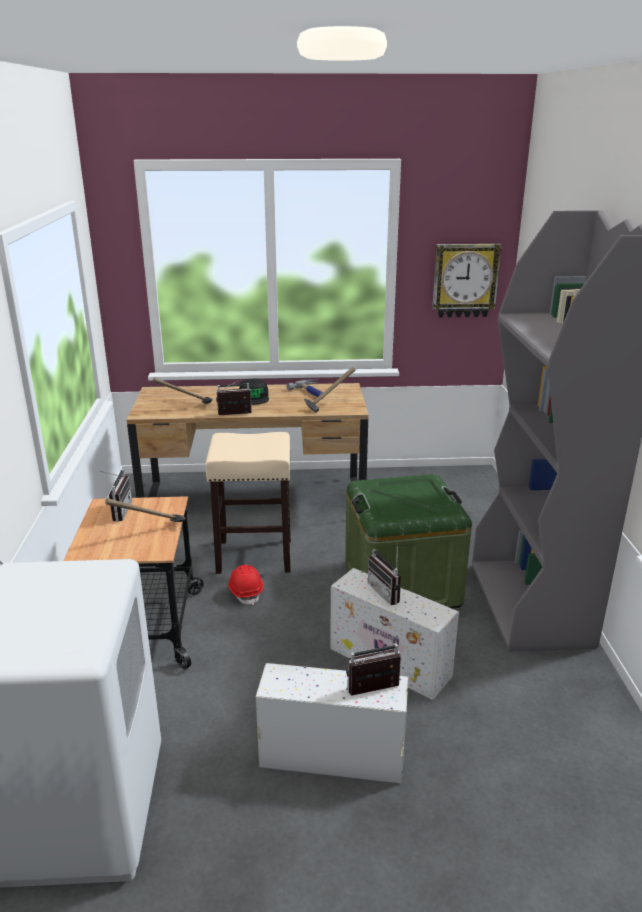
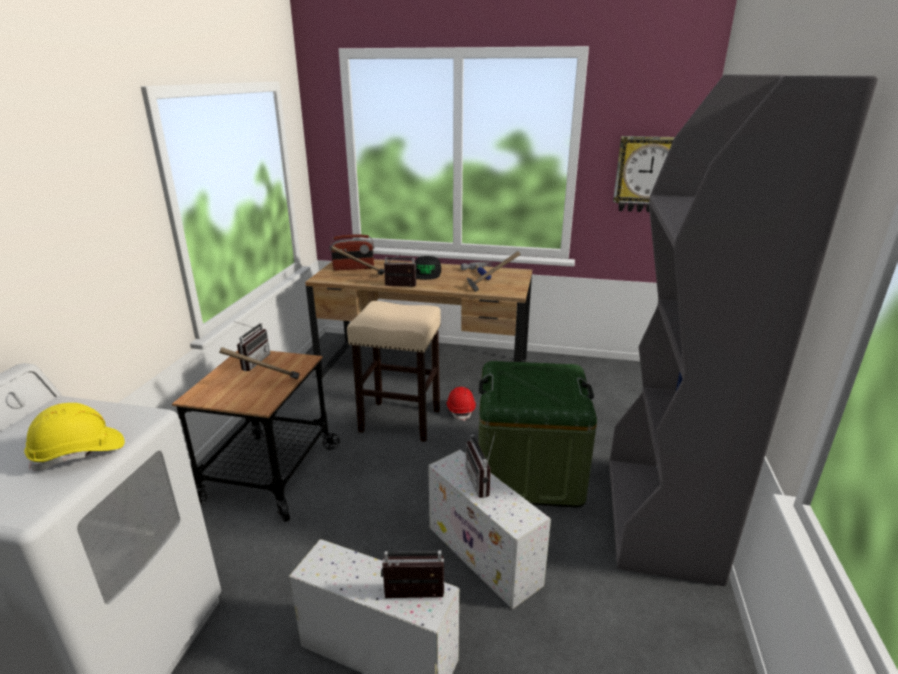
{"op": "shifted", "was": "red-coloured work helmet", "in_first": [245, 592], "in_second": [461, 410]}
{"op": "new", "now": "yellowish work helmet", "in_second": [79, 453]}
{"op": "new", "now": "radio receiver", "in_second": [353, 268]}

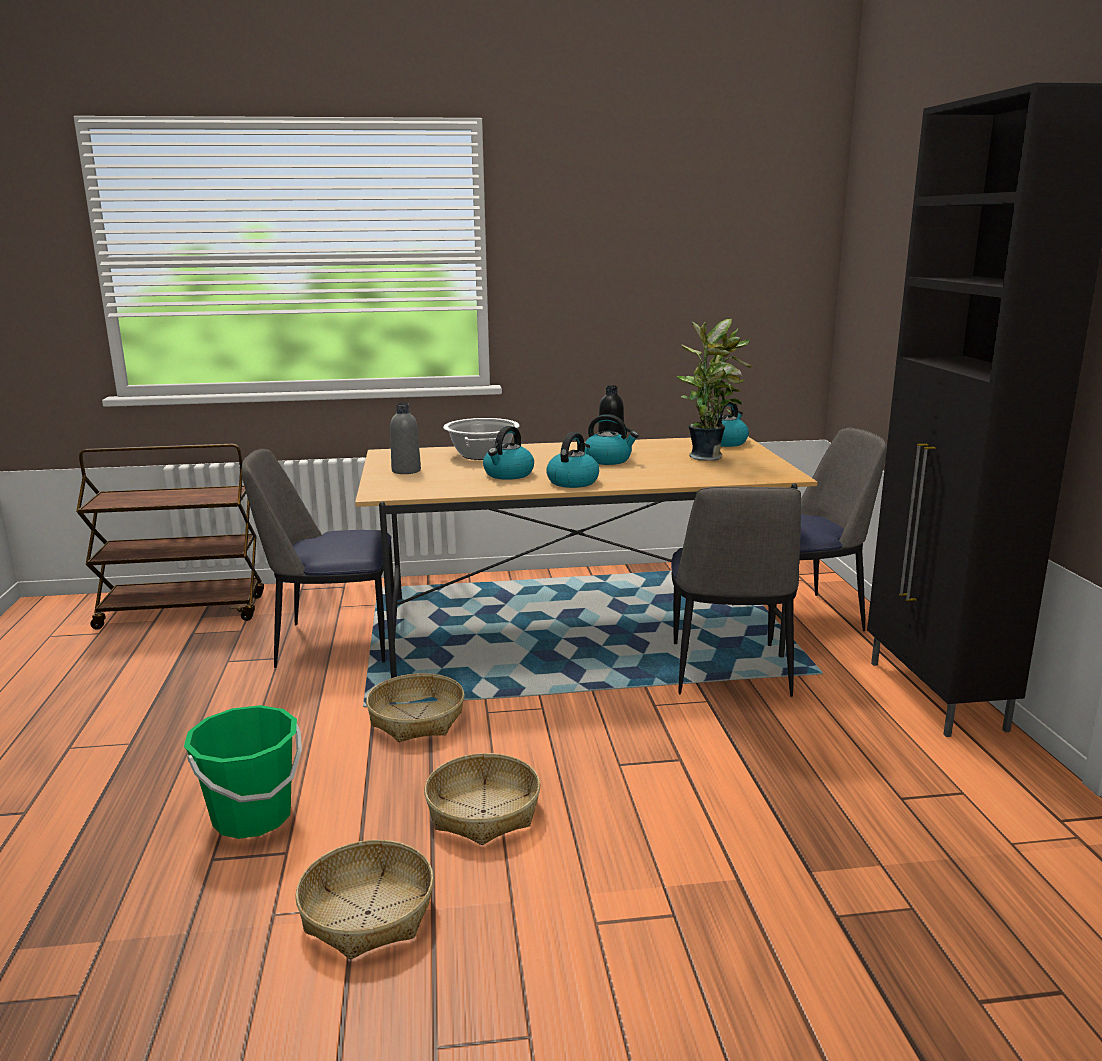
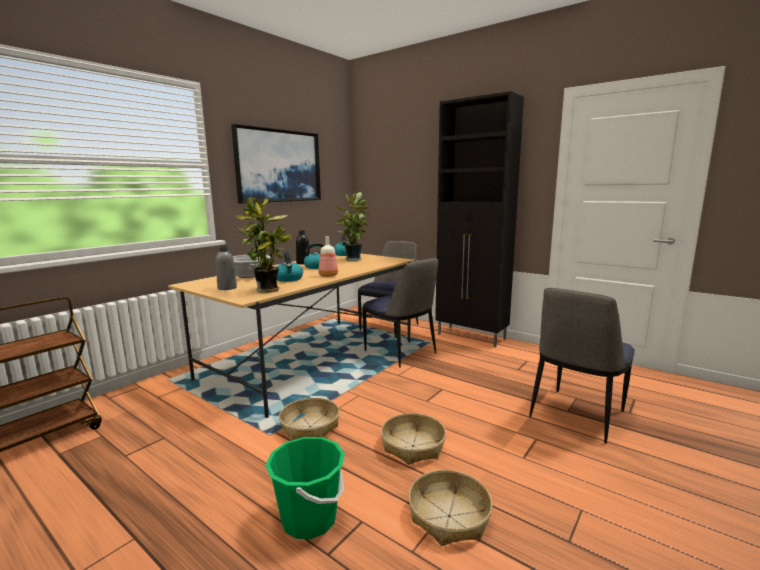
{"op": "shifted", "was": "plain chair", "in_first": [332, 644], "in_second": [576, 415]}
{"op": "swapped", "was": "water kettle", "now": "bottle", "in_first": [573, 482], "in_second": [328, 276]}
{"op": "new", "now": "wall picture", "in_second": [278, 166]}
{"op": "new", "now": "houseplant", "in_second": [268, 290]}

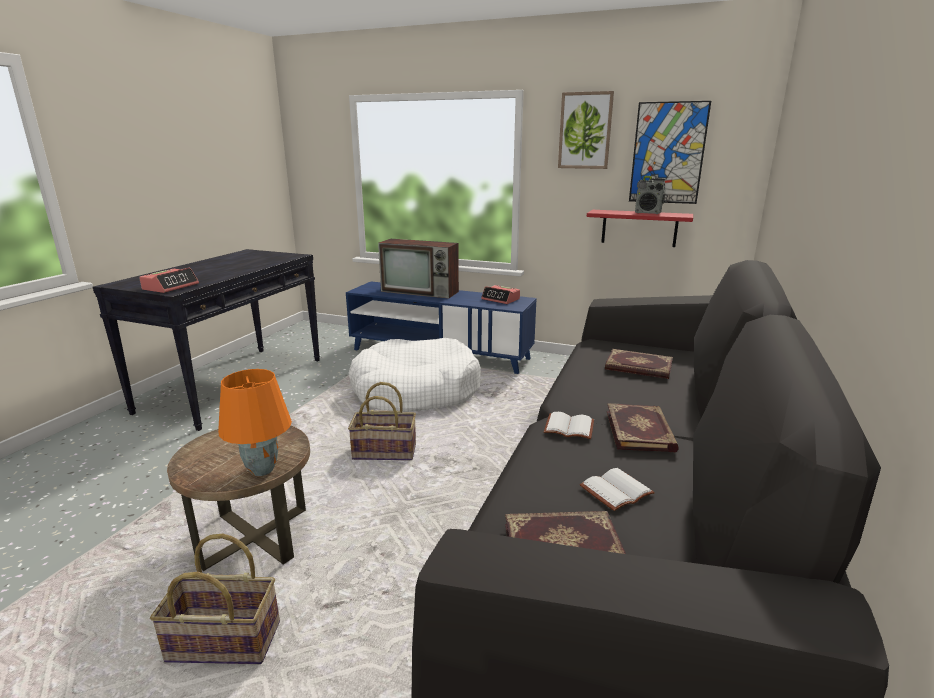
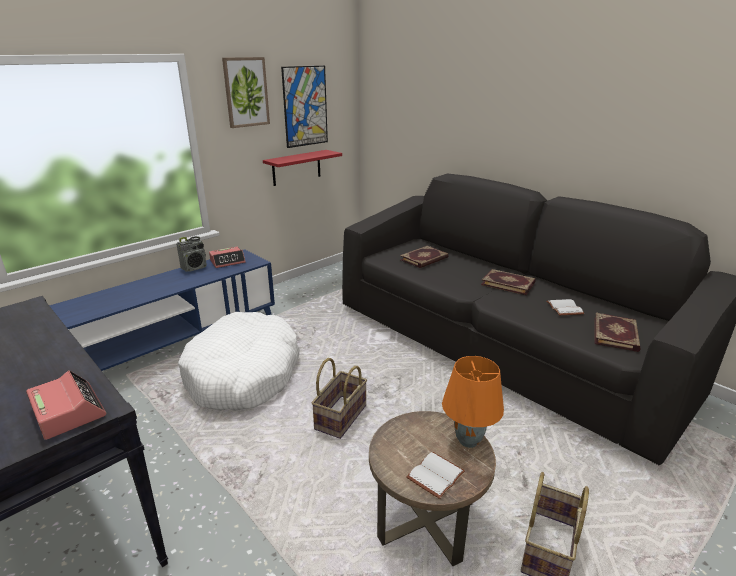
{"op": "gone", "was": "TV set", "in_first": [421, 291]}
{"op": "shifted", "was": "white-coloured volume", "in_first": [570, 427], "in_second": [434, 474]}
{"op": "shifted", "was": "radio receiver", "in_first": [648, 213], "in_second": [194, 268]}

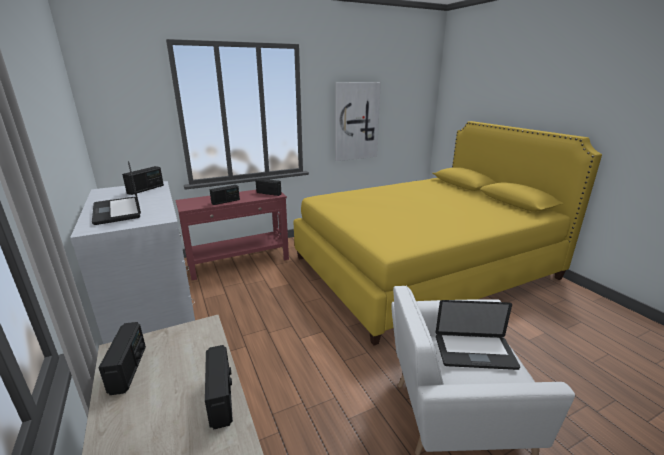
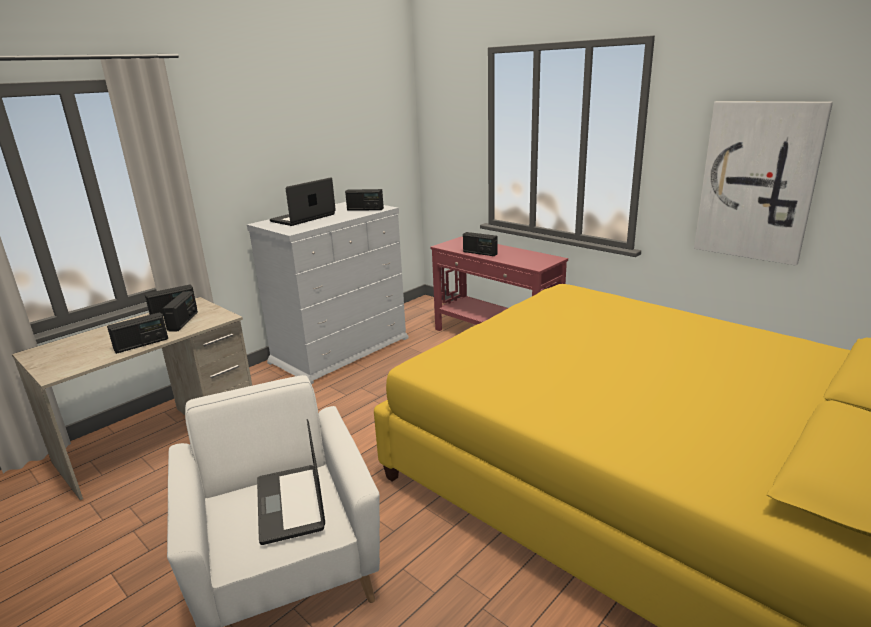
{"op": "shifted", "was": "radio receiver", "in_first": [269, 193], "in_second": [183, 322]}

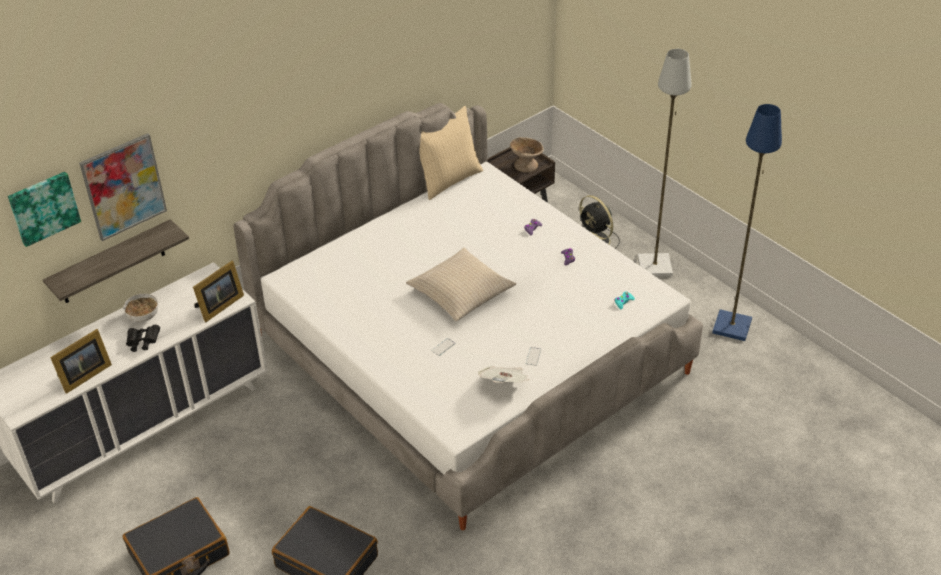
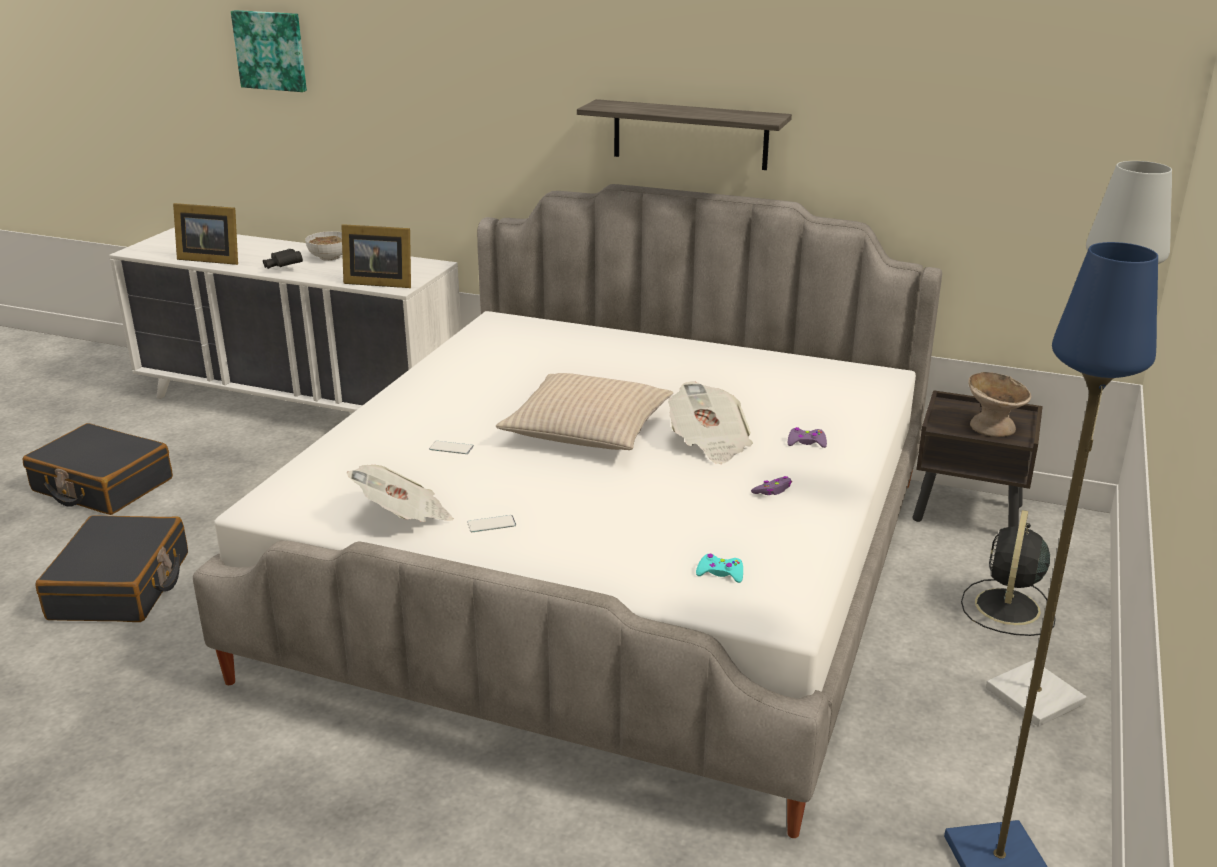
{"op": "shifted", "was": "wall shelf", "in_first": [112, 263], "in_second": [690, 134]}
{"op": "gone", "was": "wall picture", "in_first": [123, 186]}
{"op": "gone", "was": "sand-coloured cushion", "in_first": [448, 180]}
{"op": "new", "now": "newspaper", "in_second": [709, 443]}

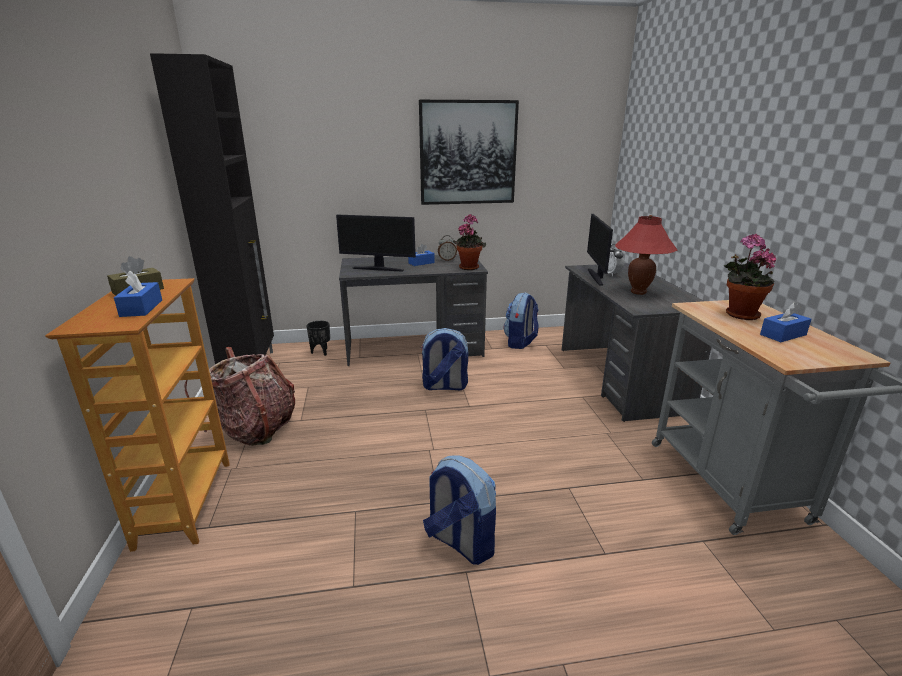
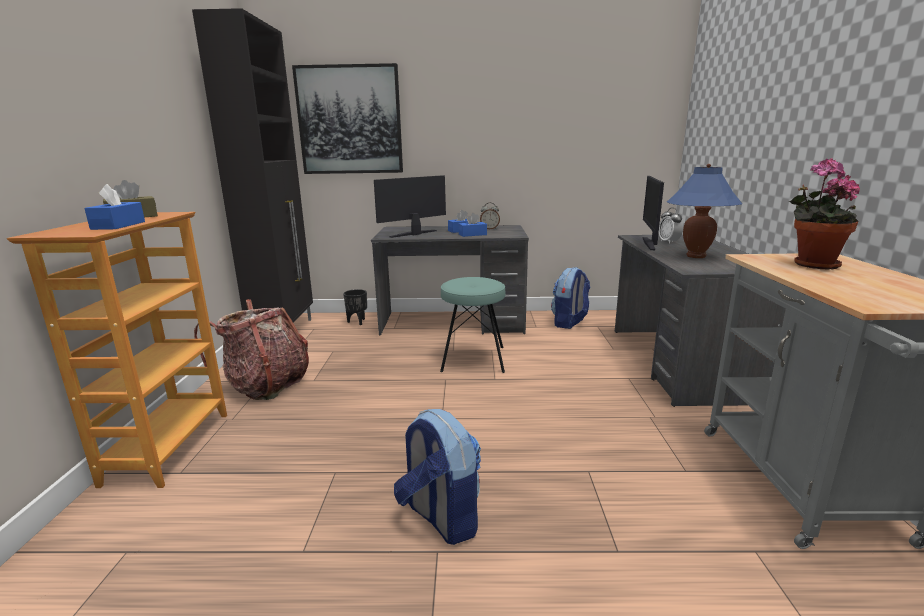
{"op": "rotated", "was": "monitor", "in_first": [378, 269], "in_second": [414, 234], "clockwise": 120}
{"op": "shifted", "was": "wall picture", "in_first": [468, 153], "in_second": [350, 120]}
{"op": "swapped", "was": "rucksack", "now": "turquoise stool seat", "in_first": [444, 386], "in_second": [473, 359]}
{"op": "gone", "was": "houseplant", "in_first": [469, 267]}
{"op": "repainted", "was": "red-coloured tabletop lamp", "now": "blue tabletop lamp", "in_first": [638, 292], "in_second": [695, 256]}
{"op": "shifted", "was": "blue tissue box", "in_first": [783, 335], "in_second": [472, 234]}

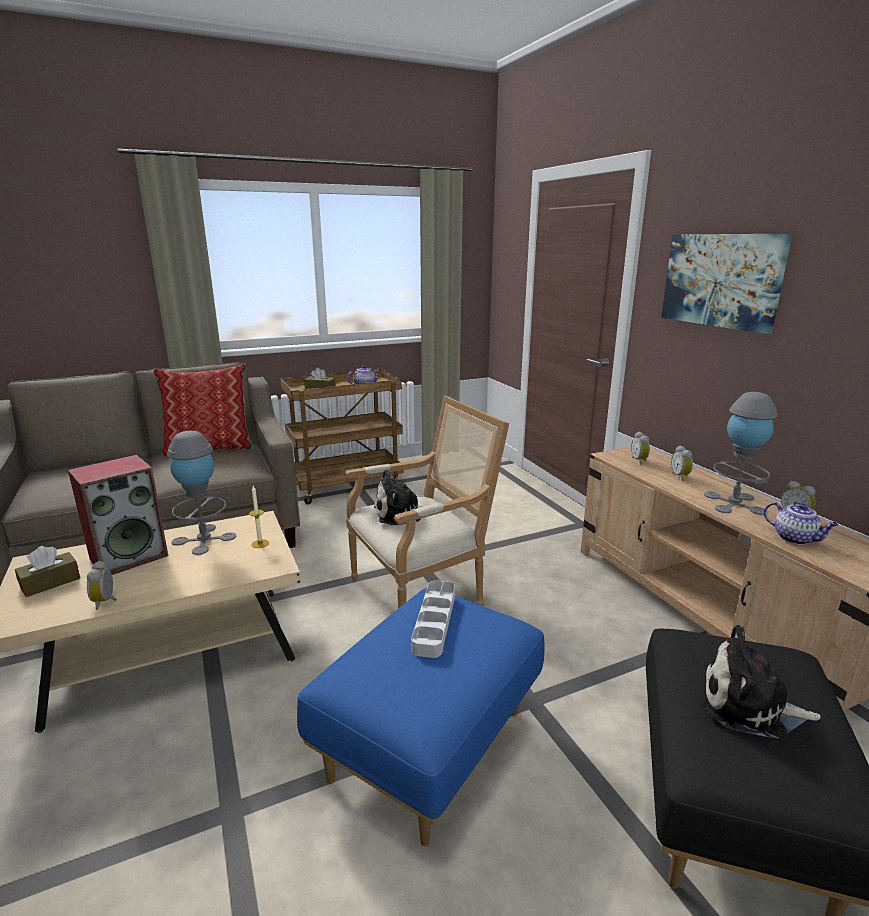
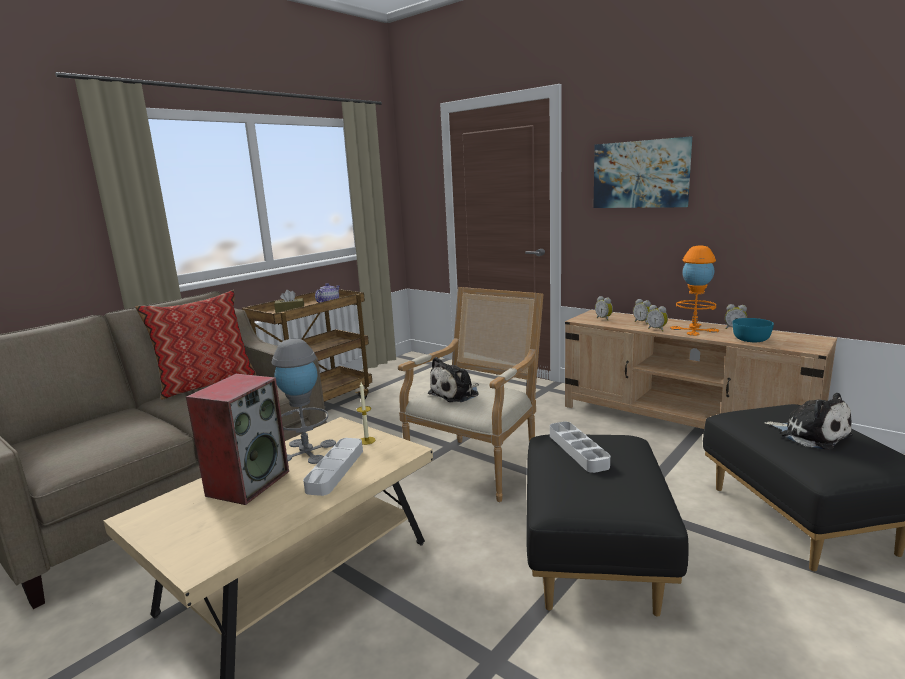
{"op": "gone", "was": "brown-coloured tissue box", "in_first": [50, 582]}
{"op": "shifted", "was": "alarm clock", "in_first": [106, 601], "in_second": [657, 329]}
{"op": "repainted", "was": "blue ottoman", "now": "black ottoman", "in_first": [430, 747], "in_second": [595, 558]}
{"op": "repainted", "was": "gray tabletop lamp", "now": "orangey tabletop lamp", "in_first": [734, 503], "in_second": [694, 329]}
{"op": "rotated", "was": "soft toy", "in_first": [749, 706], "in_second": [810, 434], "clockwise": -120}
{"op": "swapped", "was": "pot for tea", "now": "turquoise bowl", "in_first": [795, 538], "in_second": [751, 339]}
{"op": "new", "now": "gray serving tray", "in_second": [335, 470]}

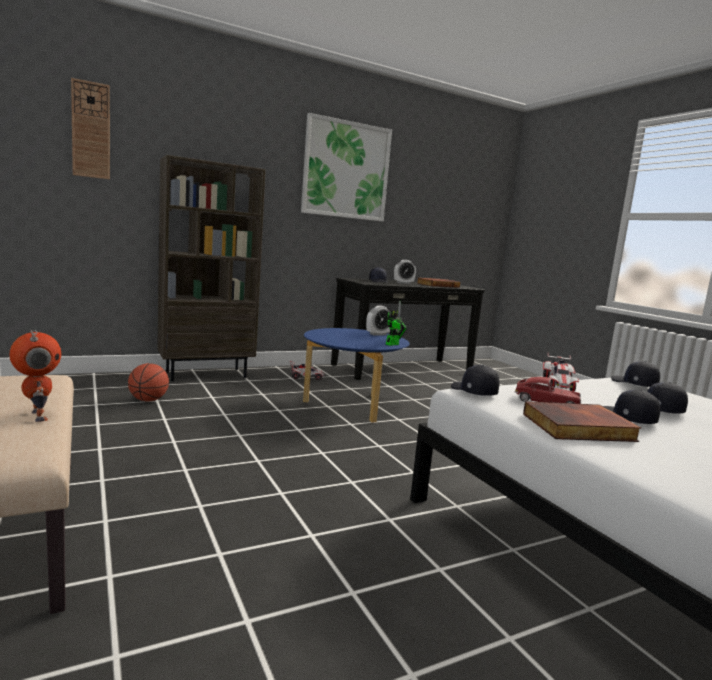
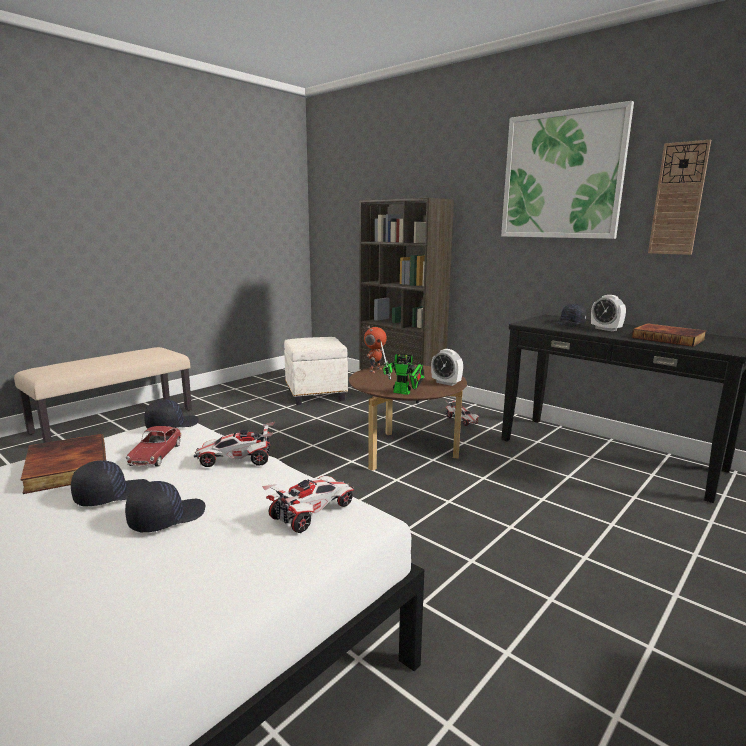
{"op": "shifted", "was": "toy robot", "in_first": [37, 416], "in_second": [374, 370]}
{"op": "shifted", "was": "wall clock", "in_first": [91, 130], "in_second": [678, 199]}
{"op": "swapped", "was": "basketball", "now": "white-coloured ottoman", "in_first": [148, 400], "in_second": [316, 395]}
{"op": "repainted", "was": "blue low table", "now": "brown-coloured low table", "in_first": [351, 405], "in_second": [405, 452]}
{"op": "swapped", "was": "black peaked cap", "now": "model car", "in_first": [633, 384], "in_second": [312, 512]}

